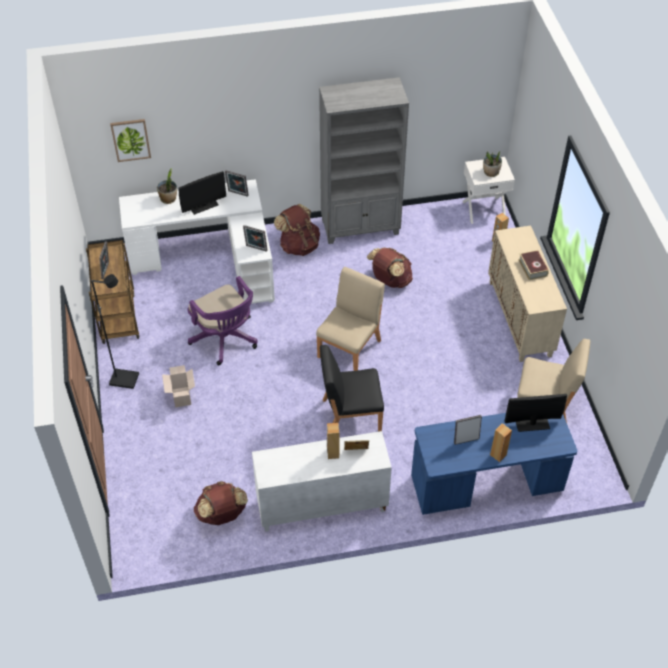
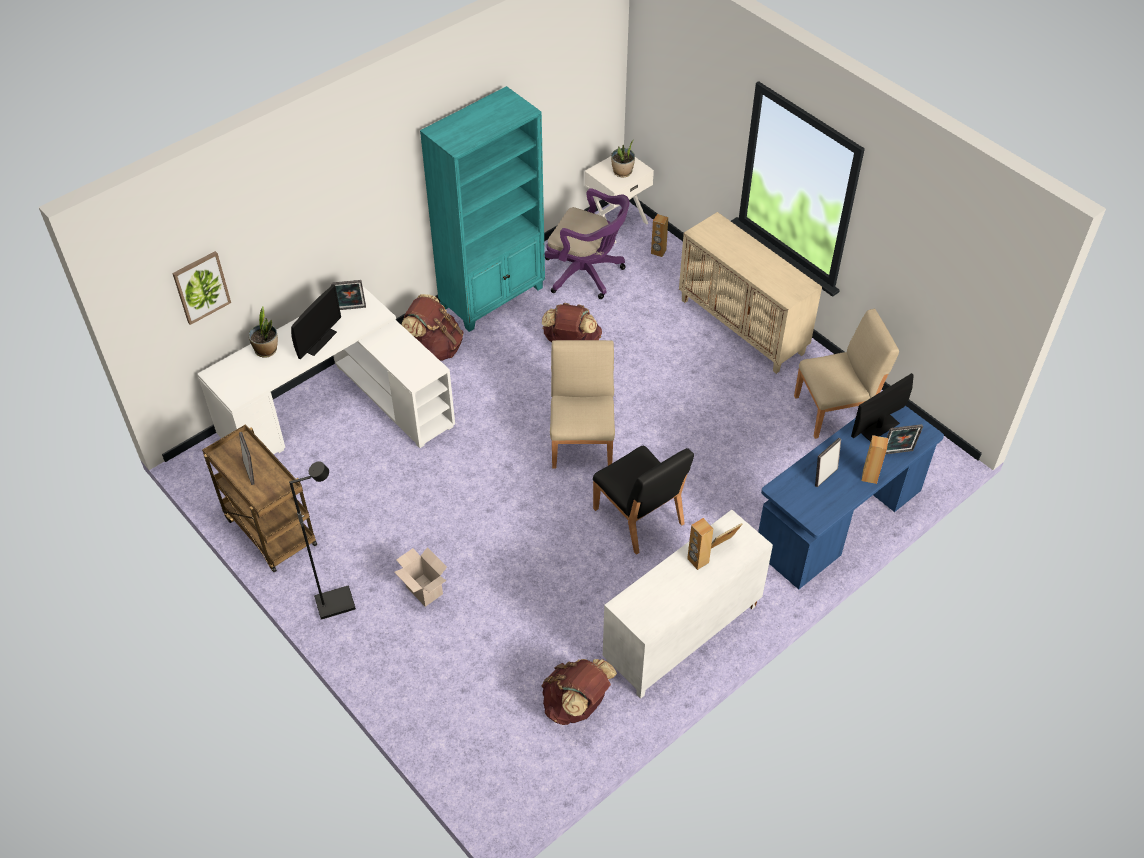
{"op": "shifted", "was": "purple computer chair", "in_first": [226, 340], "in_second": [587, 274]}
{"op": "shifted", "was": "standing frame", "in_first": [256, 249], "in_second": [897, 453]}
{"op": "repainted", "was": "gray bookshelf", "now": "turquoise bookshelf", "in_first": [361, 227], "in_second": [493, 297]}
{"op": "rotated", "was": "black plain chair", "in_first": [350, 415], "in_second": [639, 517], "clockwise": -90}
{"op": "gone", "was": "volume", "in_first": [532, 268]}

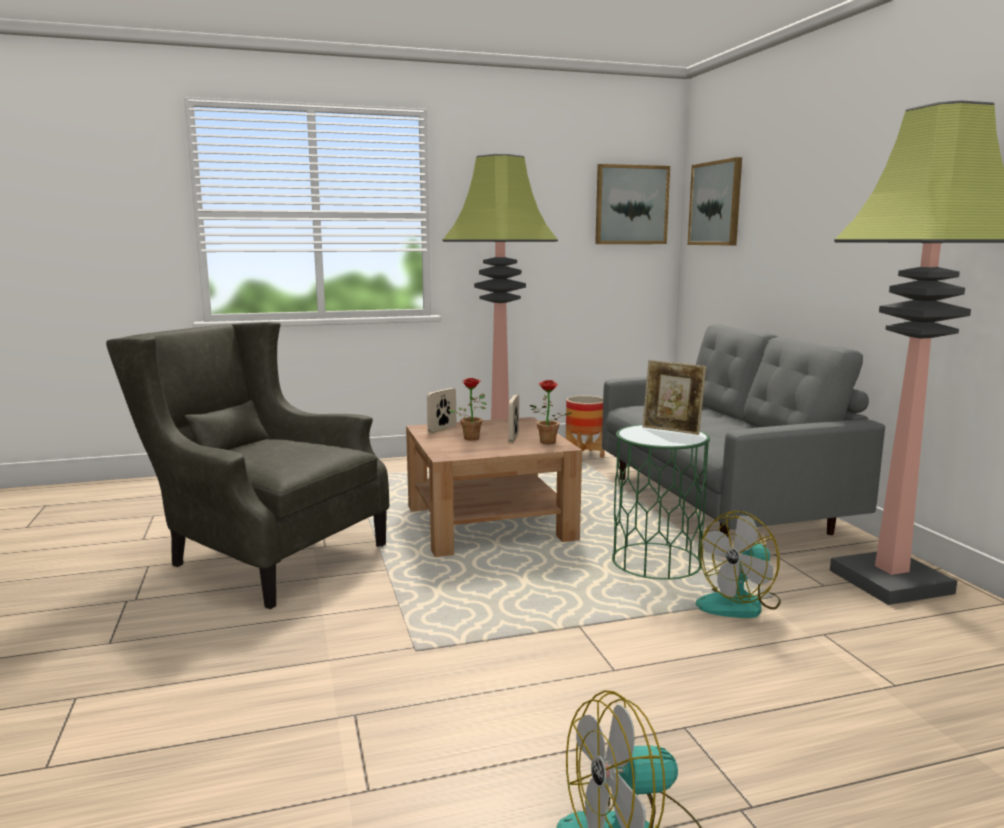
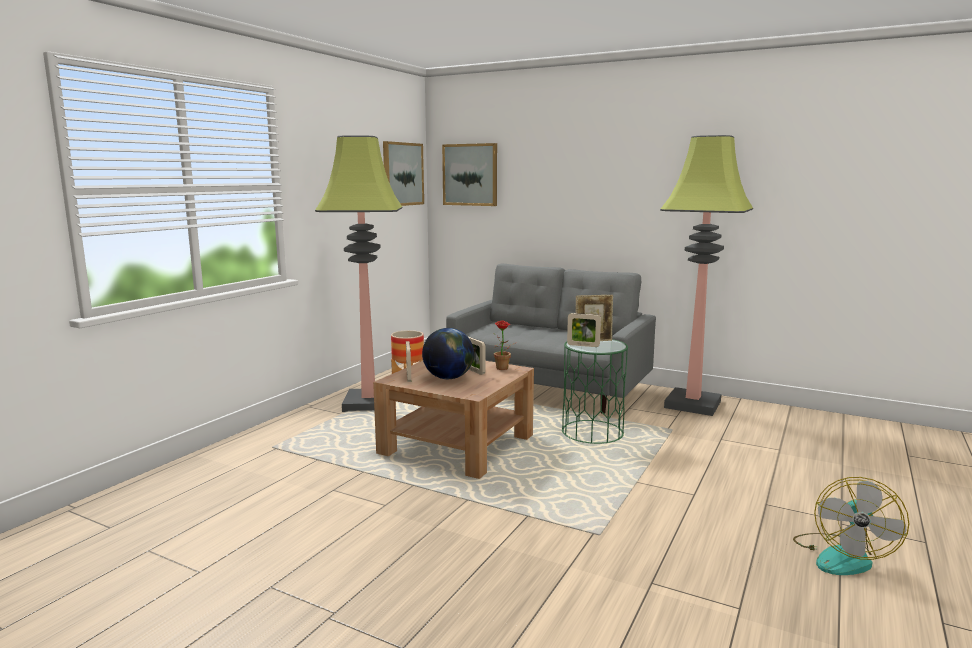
{"op": "gone", "was": "gray armchair", "in_first": [262, 554]}
{"op": "swapped", "was": "houseplant", "now": "globe", "in_first": [472, 437], "in_second": [448, 378]}
{"op": "gone", "was": "electric fan", "in_first": [739, 603]}
{"op": "new", "now": "standing frame", "in_second": [583, 345]}

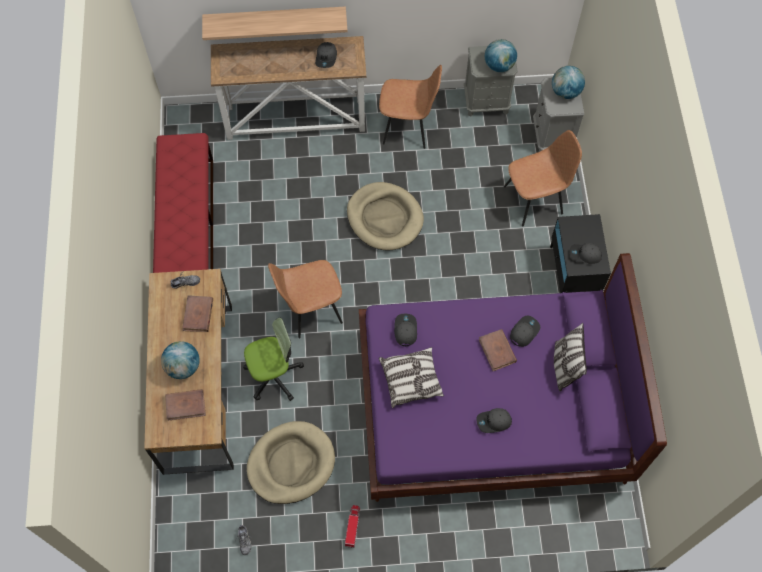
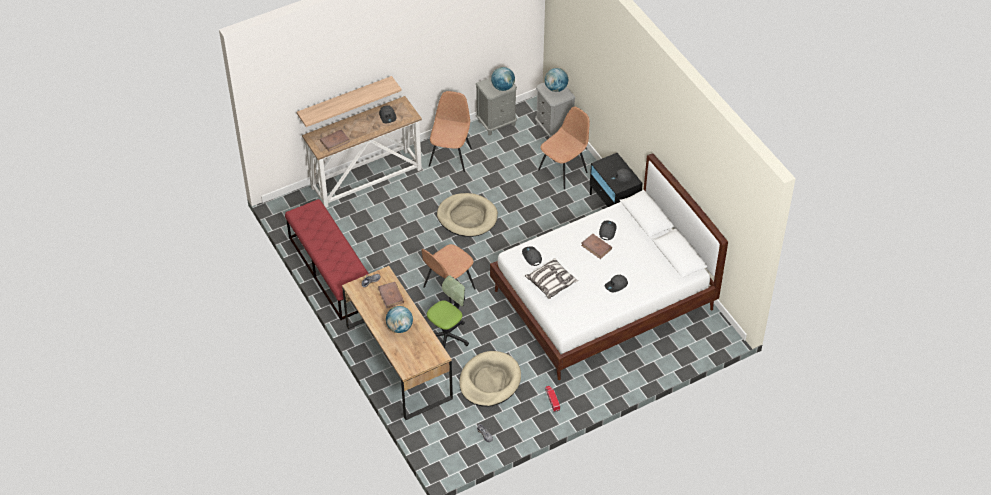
{"op": "shifted", "was": "brown-coloured volume", "in_first": [186, 405], "in_second": [335, 141]}
{"op": "repainted", "was": "purple bed", "now": "white-coloured bed", "in_first": [491, 408], "in_second": [603, 300]}
{"op": "rotated", "was": "brown-coloured plain chair", "in_first": [408, 127], "in_second": [450, 156], "clockwise": -60}
{"op": "gone", "was": "cushion", "in_first": [564, 366]}

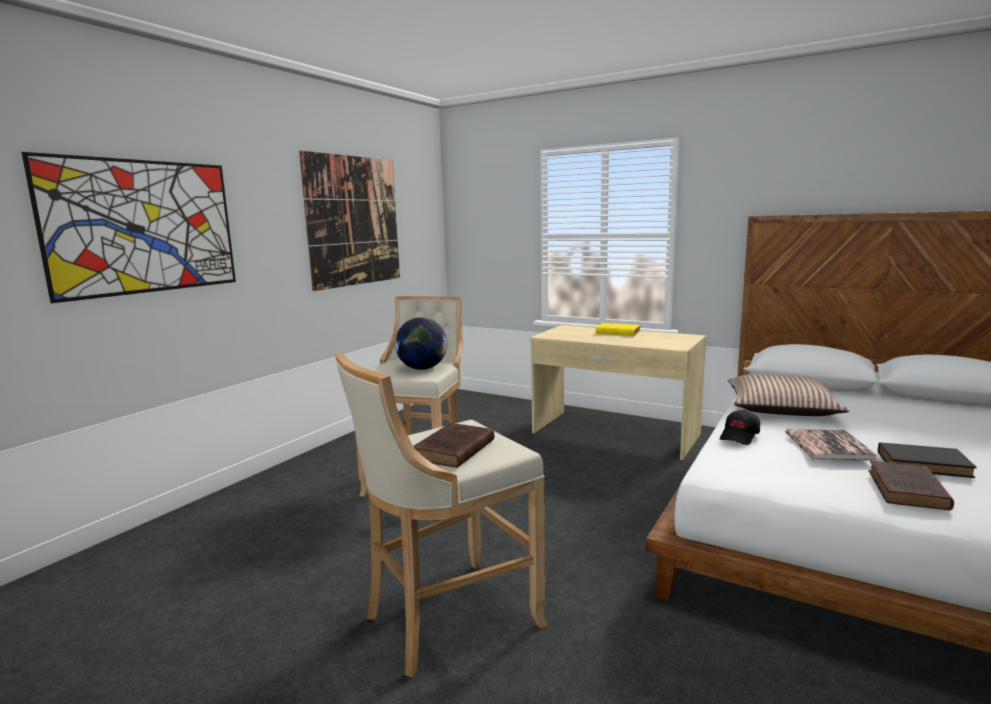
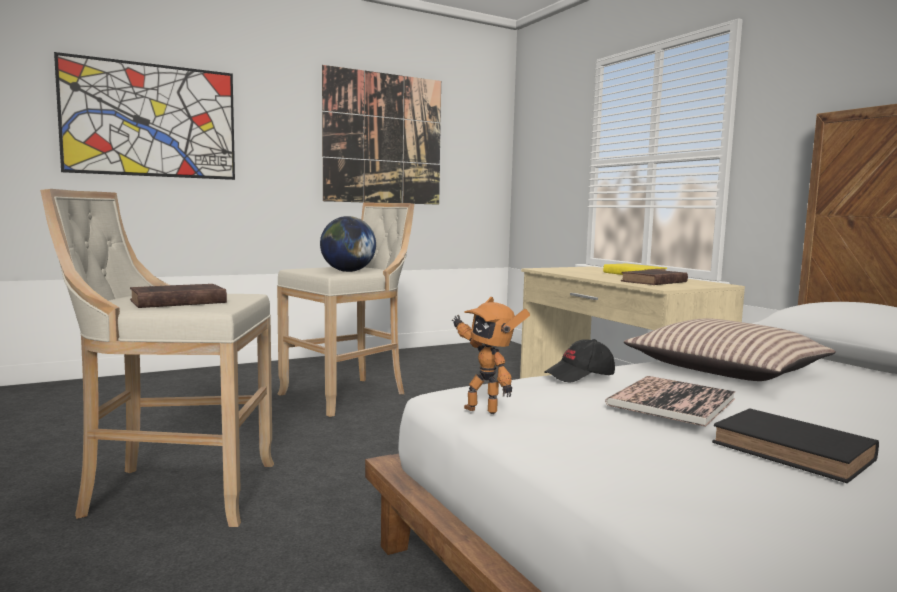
{"op": "shifted", "was": "brown-coloured volume", "in_first": [908, 491], "in_second": [653, 282]}
{"op": "new", "now": "toy robot", "in_second": [482, 409]}

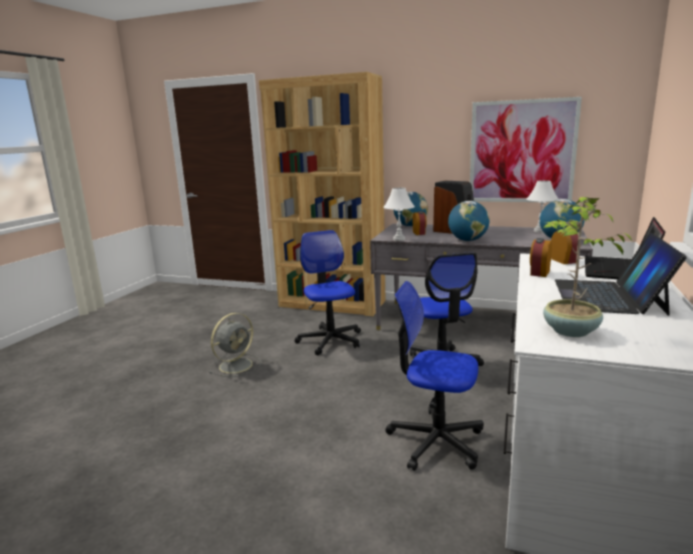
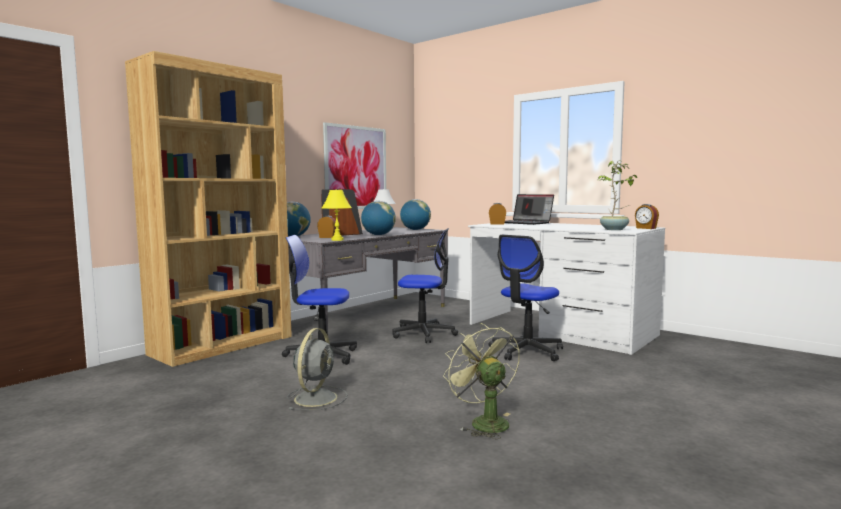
{"op": "rotated", "was": "gray electric fan", "in_first": [237, 365], "in_second": [316, 398], "clockwise": 45}
{"op": "repainted", "was": "white-coloured tabletop lamp", "now": "yellowish tabletop lamp", "in_first": [398, 239], "in_second": [337, 240]}
{"op": "shifted", "was": "alarm clock", "in_first": [539, 273], "in_second": [646, 228]}
{"op": "gone", "was": "laptop", "in_first": [608, 296]}
{"op": "new", "now": "green-coloured electric fan", "in_second": [483, 422]}

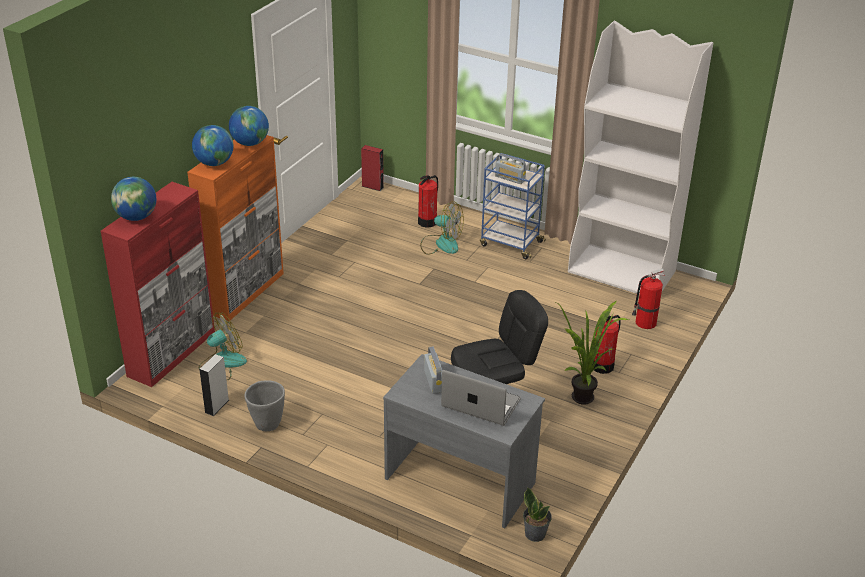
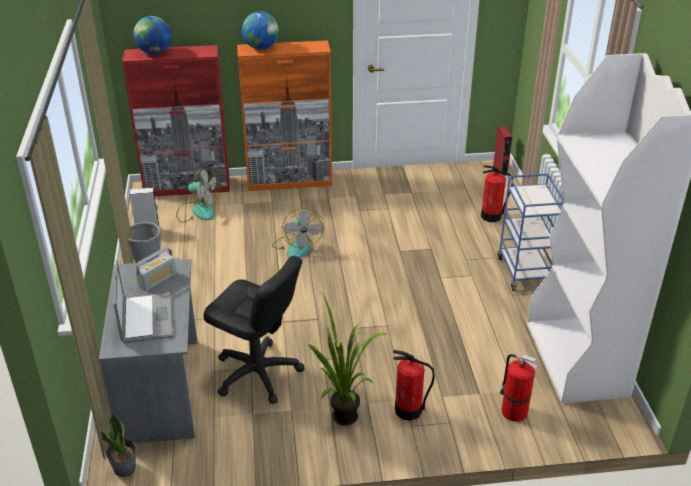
{"op": "gone", "was": "globe", "in_first": [250, 143]}
{"op": "shifted", "was": "electric fan", "in_first": [441, 244], "in_second": [297, 246]}
{"op": "gone", "was": "radio receiver", "in_first": [510, 178]}

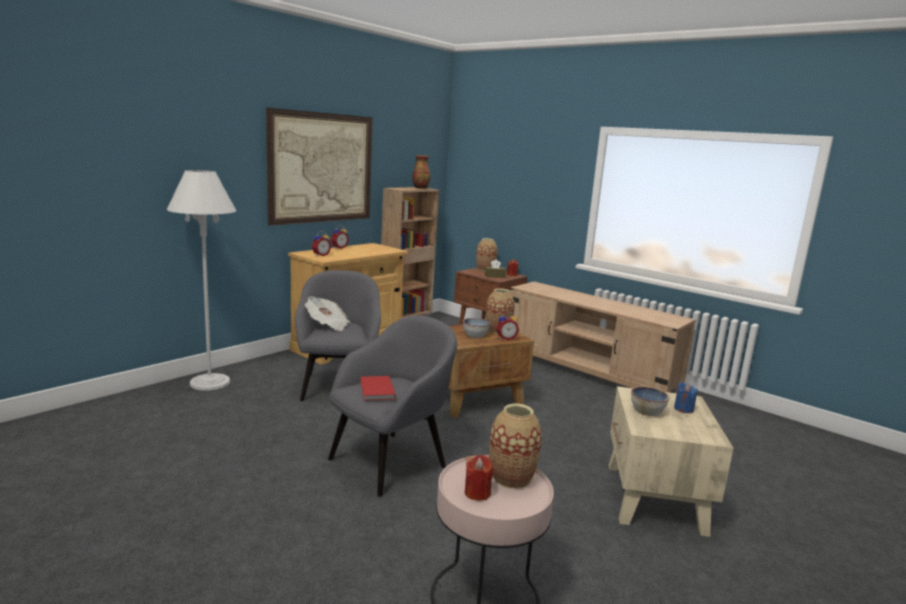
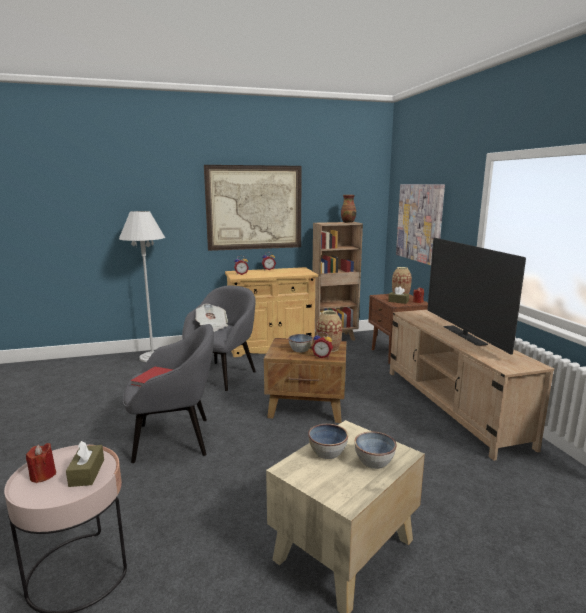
{"op": "swapped", "was": "flower vase", "now": "brown-coloured tissue box", "in_first": [511, 478], "in_second": [87, 473]}
{"op": "swapped", "was": "blue candle", "now": "bowl", "in_first": [683, 409], "in_second": [373, 461]}
{"op": "new", "now": "wall picture", "in_second": [420, 222]}
{"op": "new", "now": "TV set", "in_second": [464, 335]}

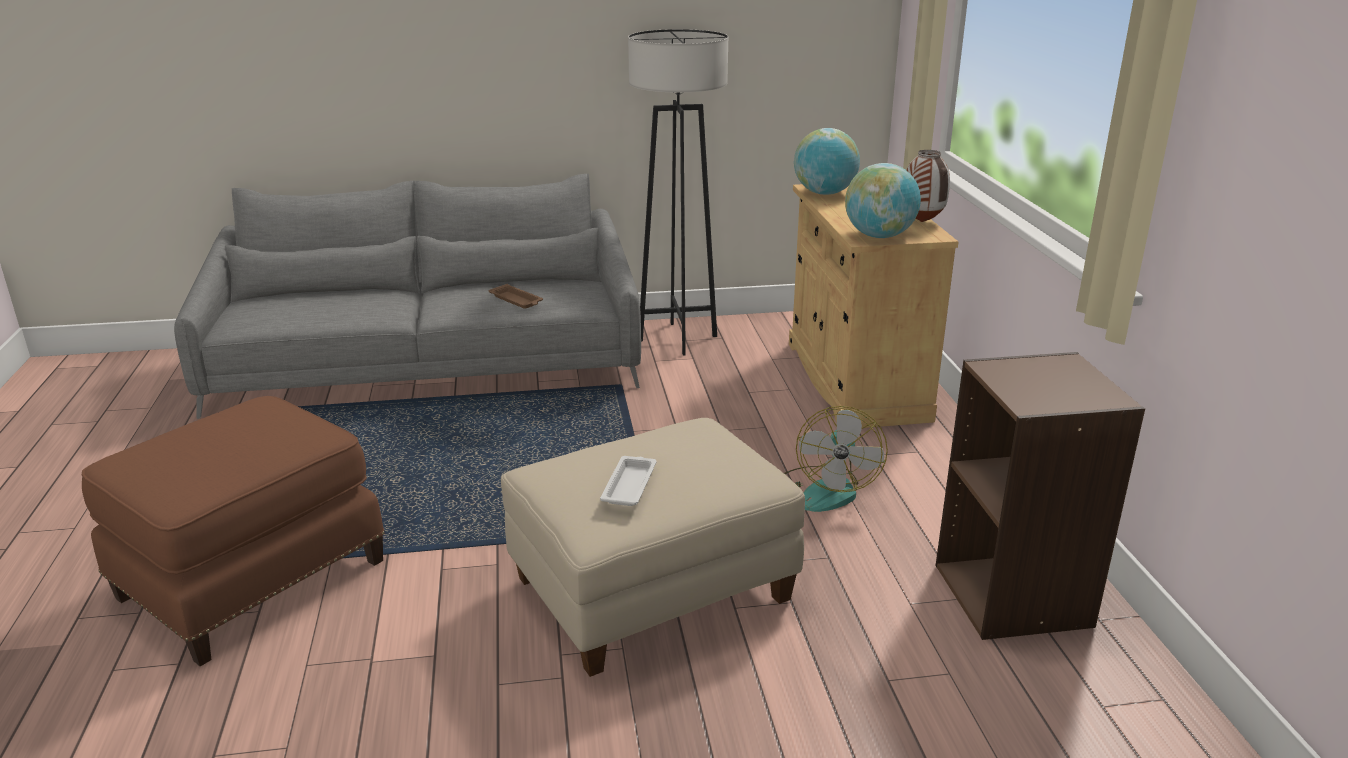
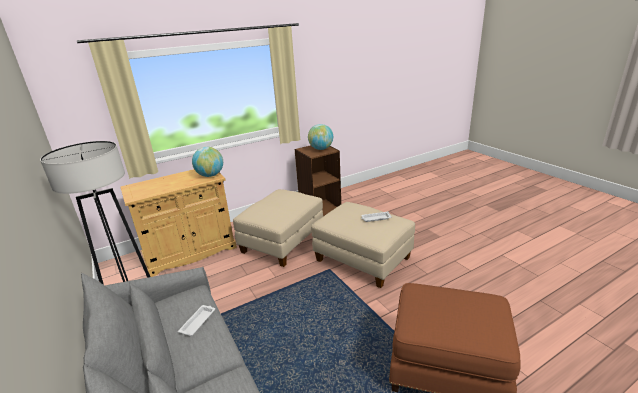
{"op": "repainted", "was": "brown-coloured serving tray", "now": "white-coloured serving tray", "in_first": [516, 300], "in_second": [198, 321]}
{"op": "swapped", "was": "electric fan", "now": "sand-coloured ottoman", "in_first": [828, 489], "in_second": [282, 242]}
{"op": "shifted", "was": "globe", "in_first": [824, 193], "in_second": [321, 149]}
{"op": "gone", "was": "flower vase", "in_first": [921, 222]}

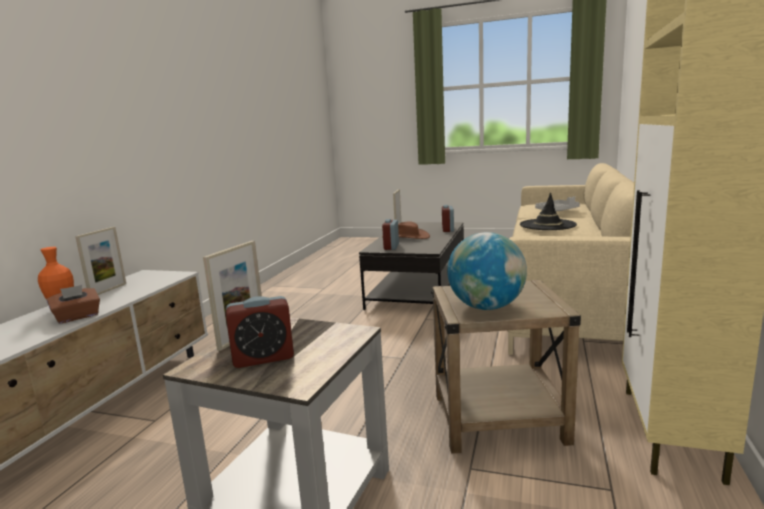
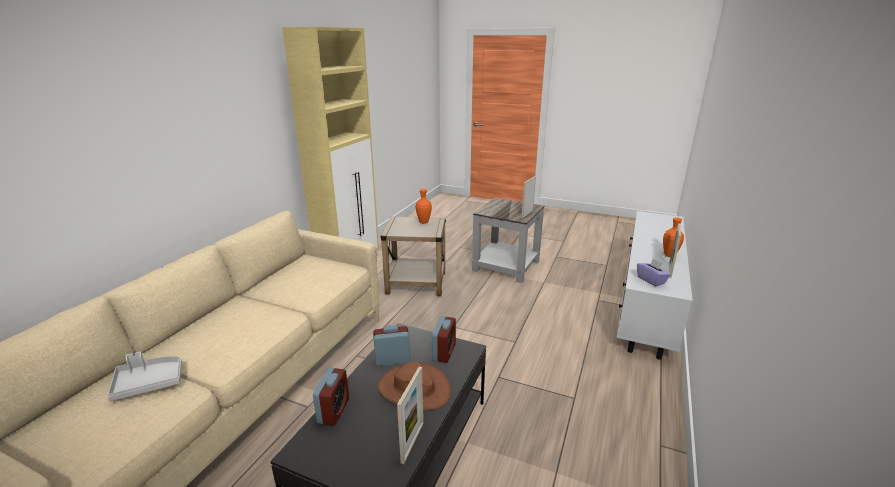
{"op": "gone", "was": "brown-coloured tissue box", "in_first": [77, 317]}
{"op": "shifted", "was": "alarm clock", "in_first": [263, 358], "in_second": [392, 360]}
{"op": "swapped", "was": "globe", "now": "orangey flower vase", "in_first": [486, 307], "in_second": [424, 222]}
{"op": "gone", "was": "black clothing hat", "in_first": [547, 225]}
{"op": "new", "now": "purple tissue box", "in_second": [651, 280]}

